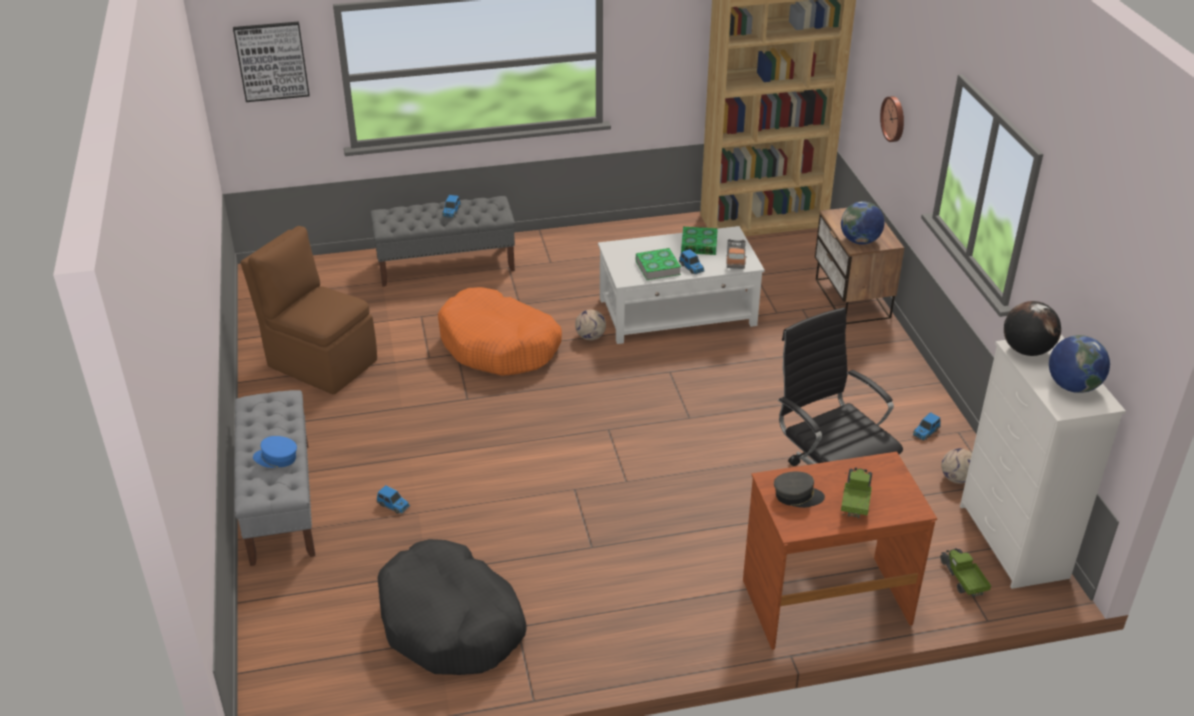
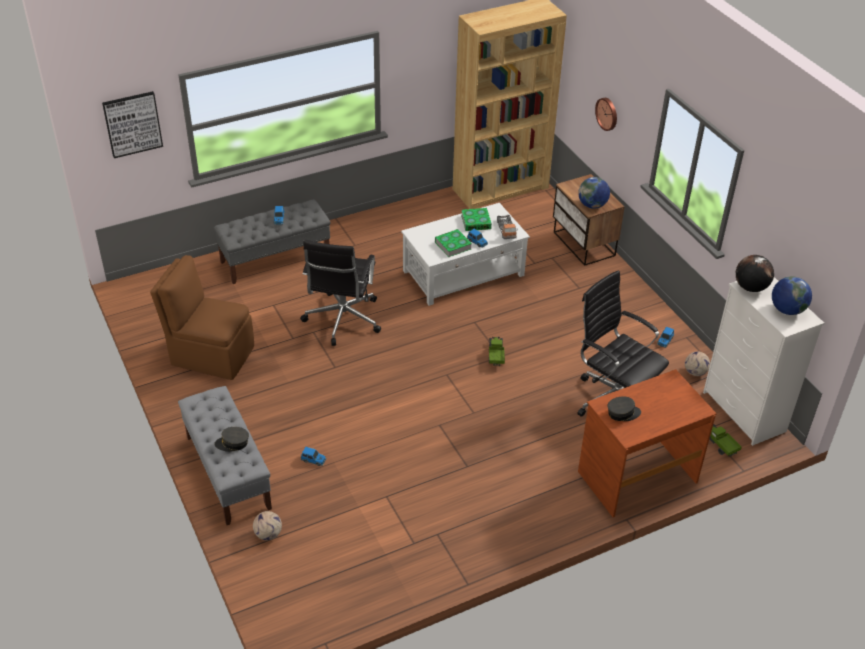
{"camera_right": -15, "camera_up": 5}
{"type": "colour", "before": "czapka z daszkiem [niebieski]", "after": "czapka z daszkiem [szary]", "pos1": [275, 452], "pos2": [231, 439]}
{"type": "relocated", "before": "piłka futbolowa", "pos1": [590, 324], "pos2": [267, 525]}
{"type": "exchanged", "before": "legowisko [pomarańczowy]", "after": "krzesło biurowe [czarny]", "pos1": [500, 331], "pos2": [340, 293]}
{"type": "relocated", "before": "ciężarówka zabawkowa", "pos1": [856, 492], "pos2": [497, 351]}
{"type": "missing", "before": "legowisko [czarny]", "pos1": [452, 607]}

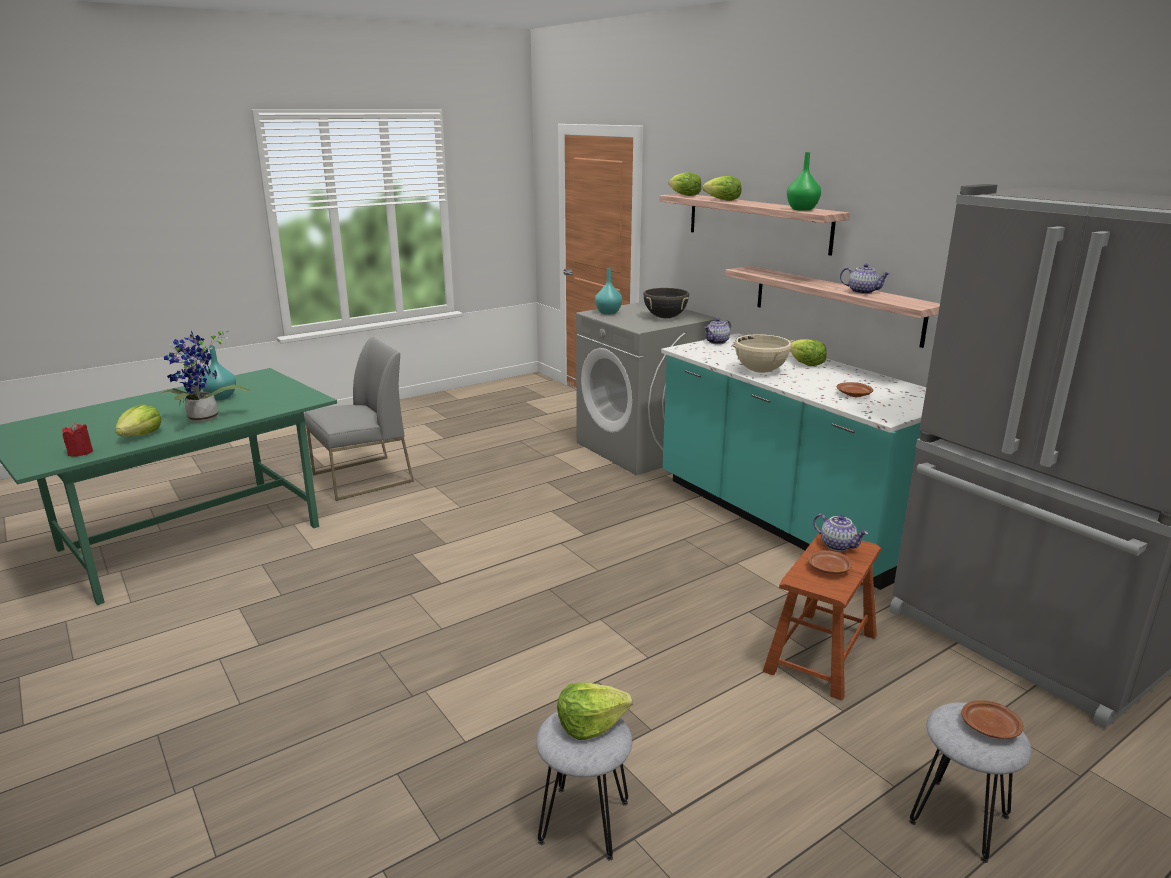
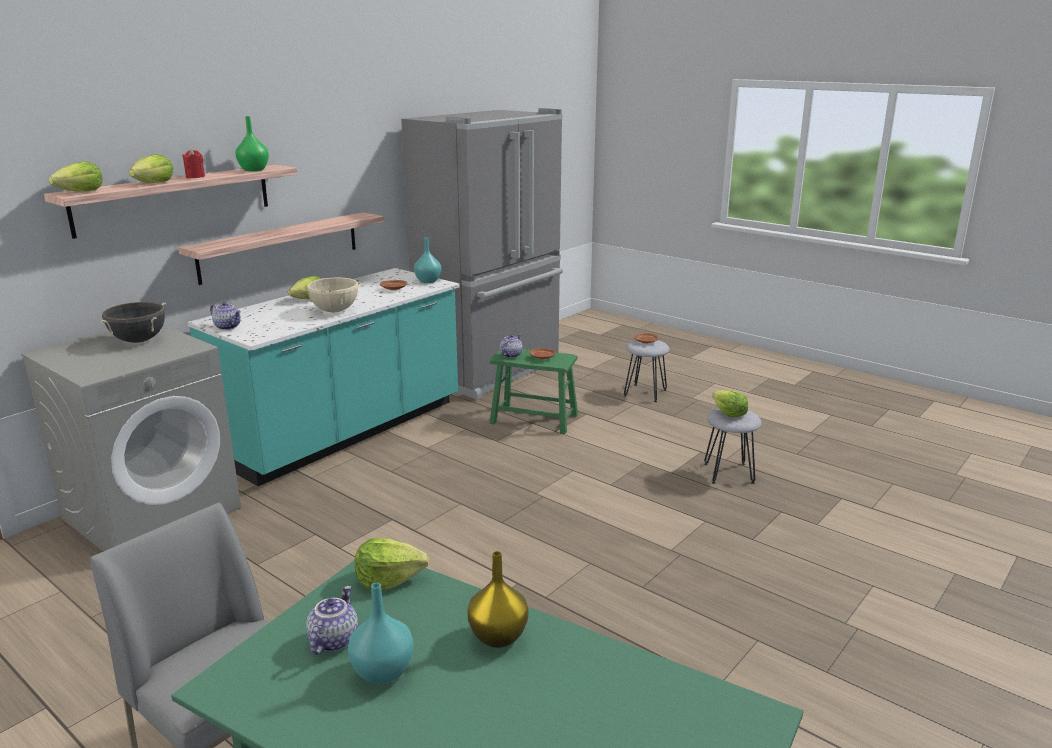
{"camera_right": -105, "camera_up": 0}
{"type": "relocated", "before": "świeca [czerwony]", "pos1": [77, 439], "pos2": [193, 163]}
{"type": "relocated", "before": "imbryk", "pos1": [865, 279], "pos2": [332, 620]}
{"type": "relocated", "before": "sałata", "pos1": [138, 420], "pos2": [392, 564]}
{"type": "relocated", "before": "wazon [turkusowy]", "pos1": [608, 291], "pos2": [427, 260]}
{"type": "exchanged", "before": "roślina doniczkowa", "after": "wazon [żółty]", "pos1": [204, 376], "pos2": [498, 599]}
{"type": "colour", "before": "stołek [brązowy]", "after": "stołek [zielony]", "pos1": [822, 616], "pos2": [533, 391]}

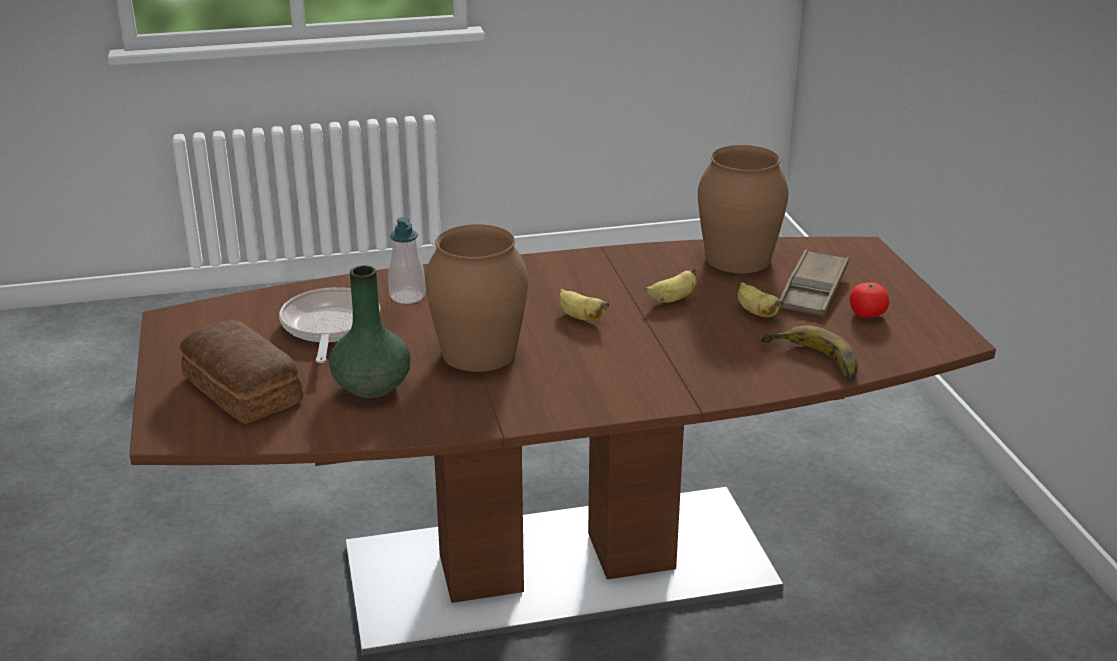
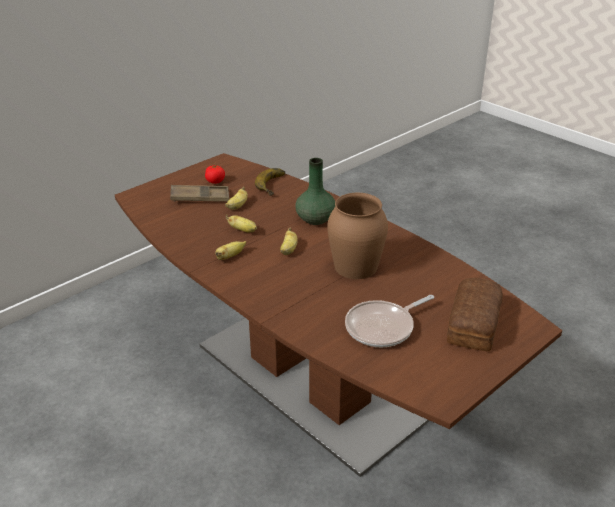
{"camera_right": -120, "camera_up": 5}
{"type": "appeared", "after": "banan", "pos2": [230, 250]}
{"type": "relocated", "before": "wazon [zielony]", "pos1": [370, 332], "pos2": [315, 191]}
{"type": "missing", "before": "dozownik mydła", "pos1": [407, 260]}
{"type": "missing", "before": "wazon [brązowy]", "pos1": [743, 209]}

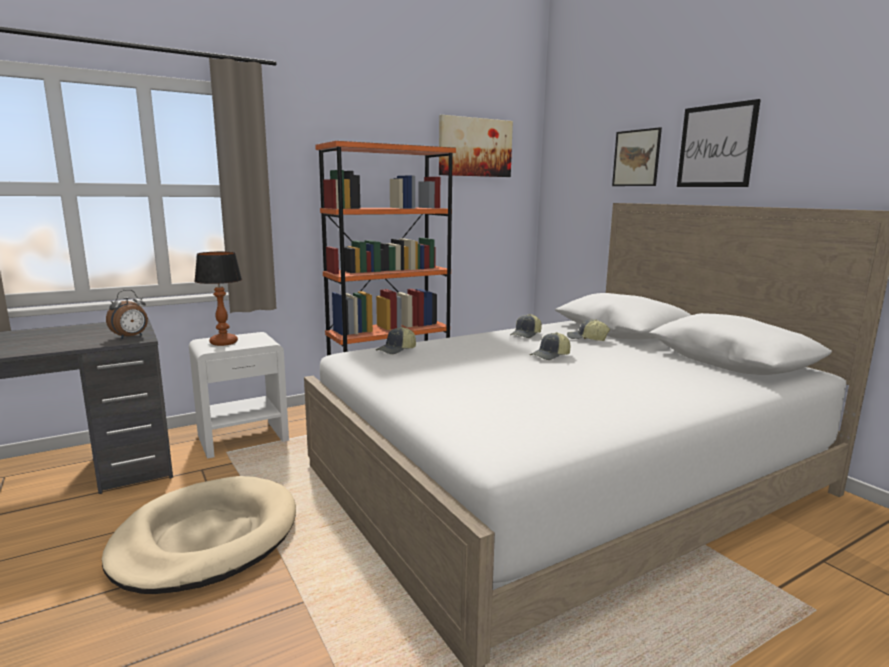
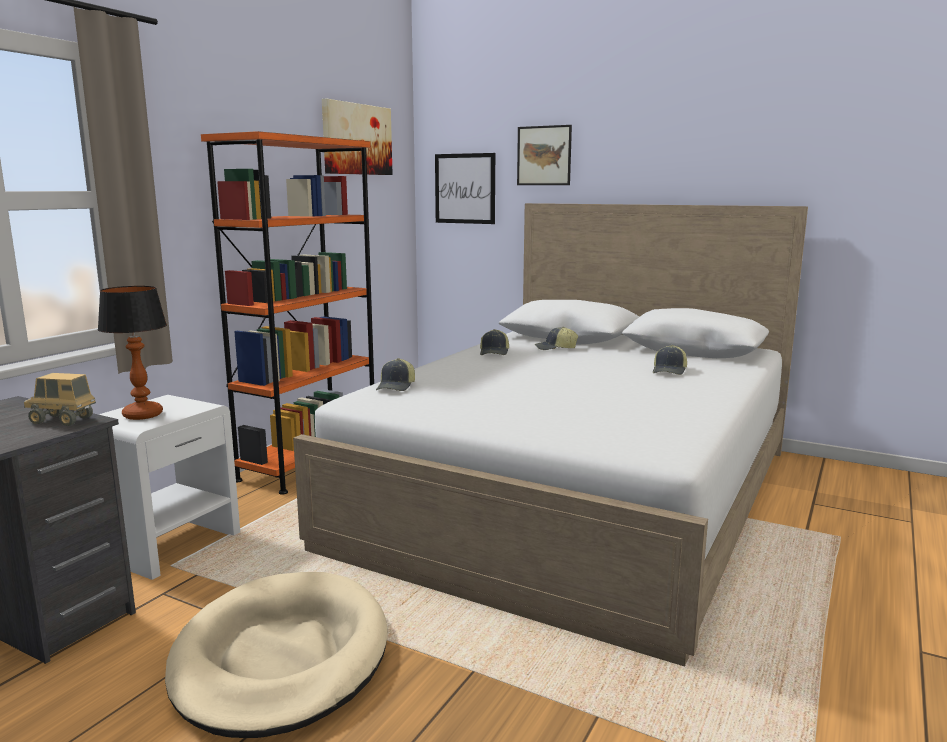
{"camera_right": -30, "camera_up": 0}
{"type": "exchanged", "before": "budzik", "after": "ciężarówka zabawkowa", "pos1": [127, 314], "pos2": [60, 399]}
{"type": "relocated", "before": "obraz", "pos1": [719, 143], "pos2": [465, 188]}
{"type": "relocated", "before": "czapka z daszkiem", "pos1": [550, 346], "pos2": [670, 360]}

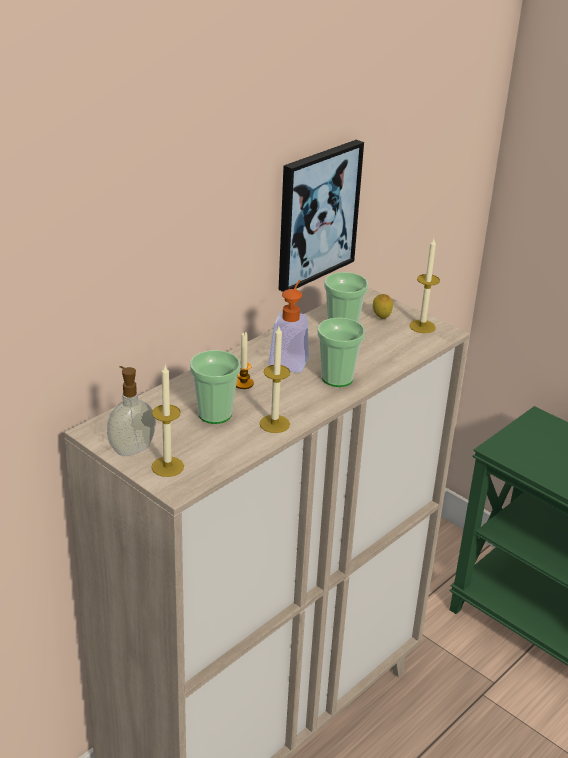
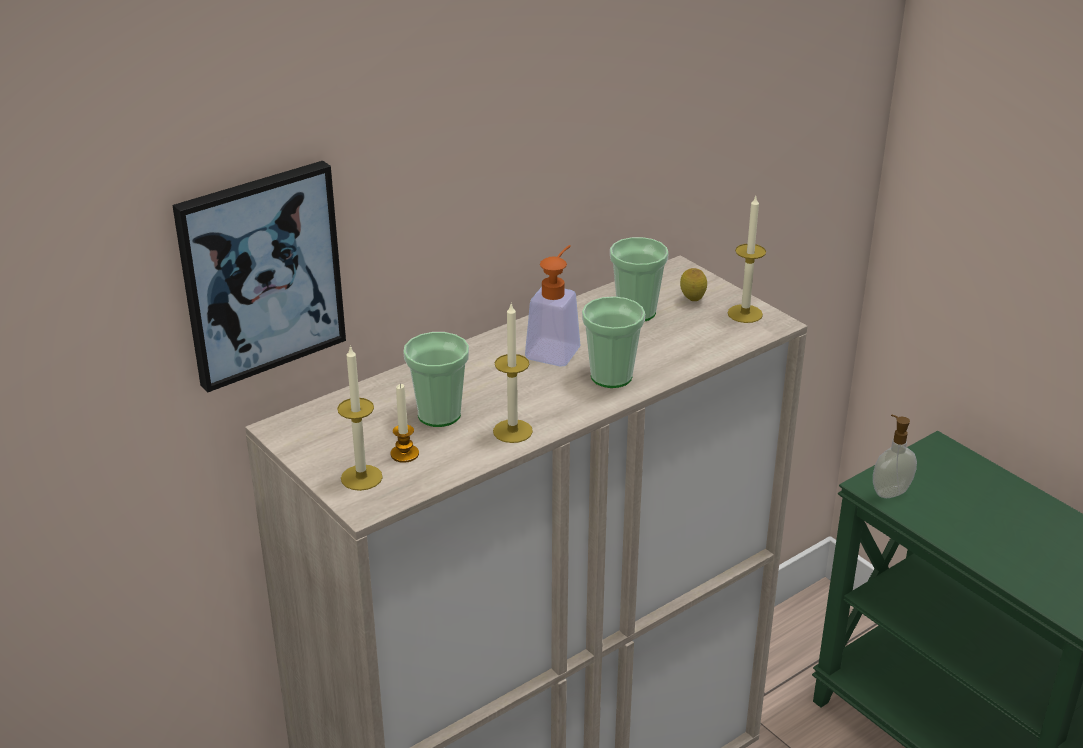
{"camera_right": 10, "camera_up": 0}
{"type": "relocated", "before": "obraz", "pos1": [321, 216], "pos2": [259, 276]}
{"type": "relocated", "before": "świeca", "pos1": [245, 360], "pos2": [404, 423]}
{"type": "relocated", "before": "dozownik mydła", "pos1": [131, 411], "pos2": [895, 456]}

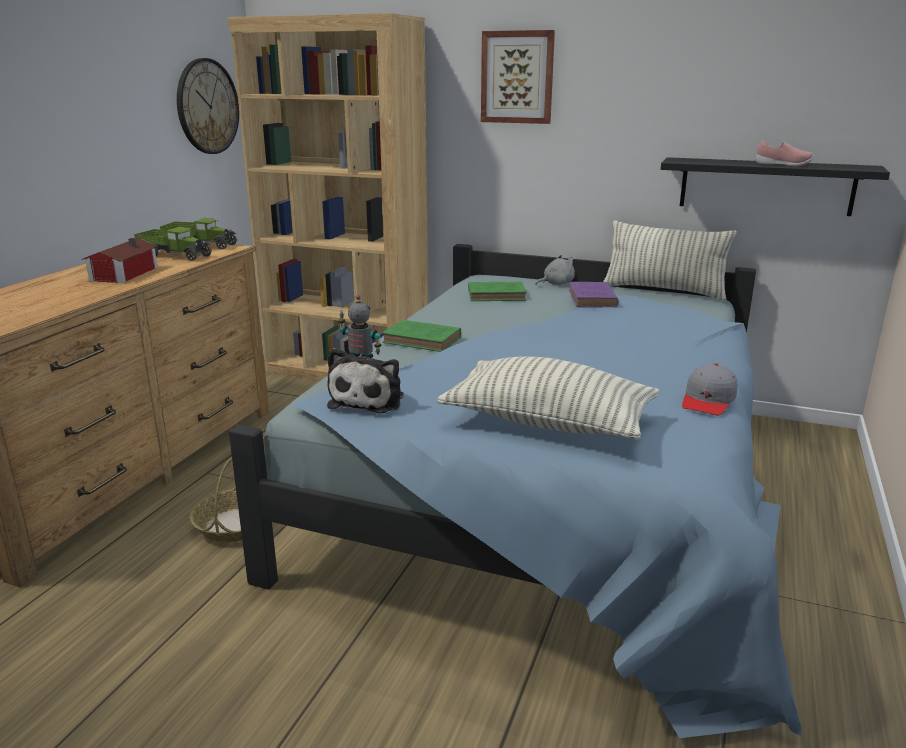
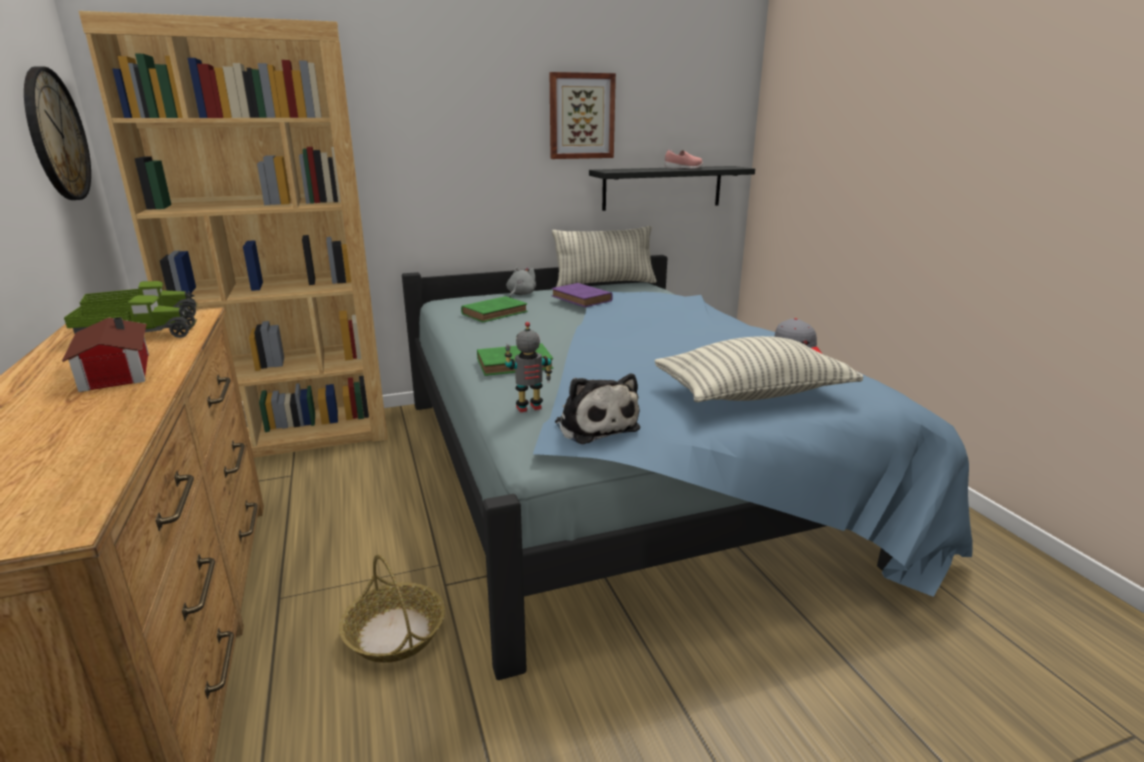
{"camera_right": -40, "camera_up": 0}
{"type": "relocated", "before": "obraz", "pos1": [518, 77], "pos2": [583, 115]}

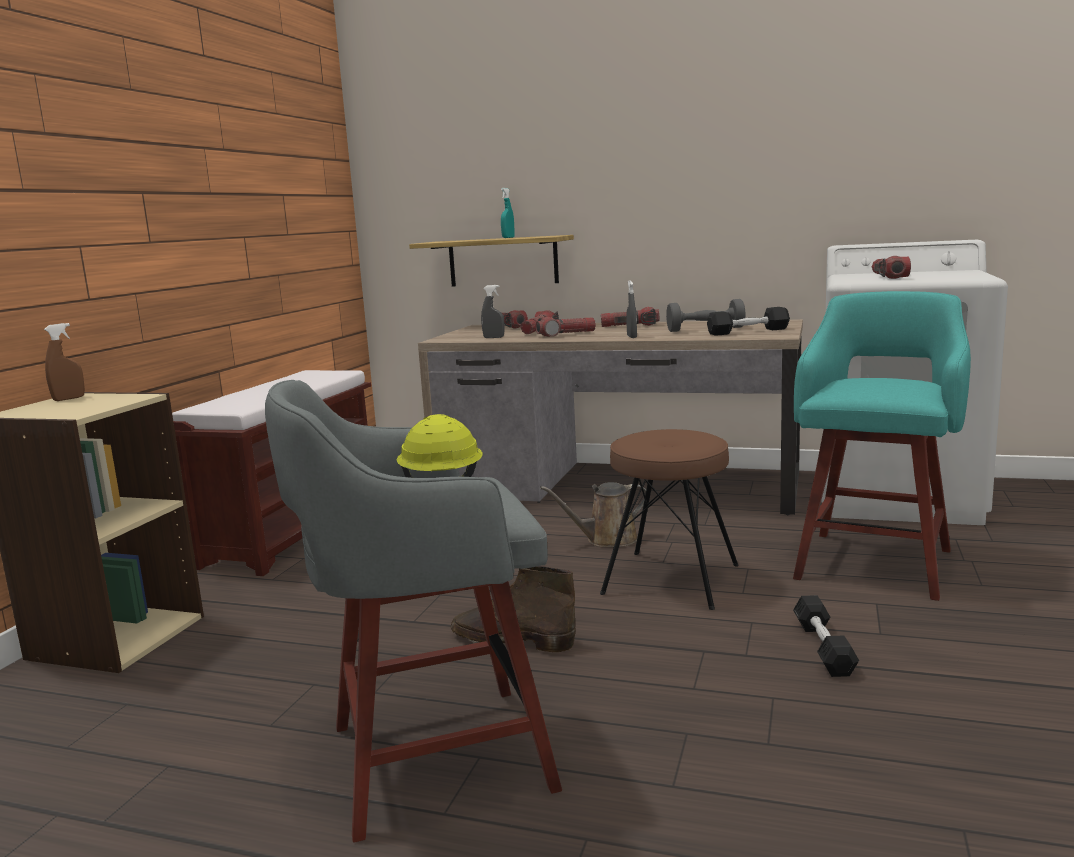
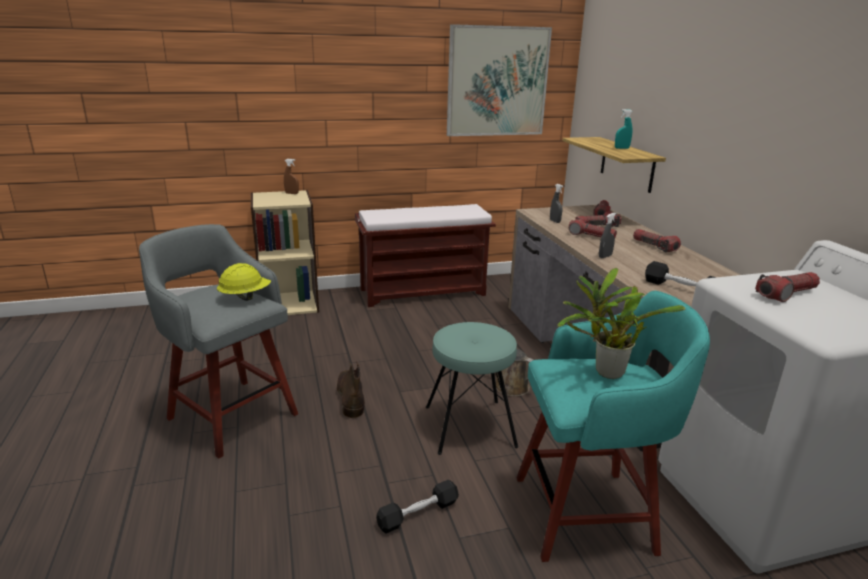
{"camera_right": 55, "camera_up": 10}
{"type": "colour", "before": "stołek [brązowy]", "after": "stołek [turkusowy]", "pos1": [669, 519], "pos2": [472, 388]}
{"type": "appeared", "after": "obraz", "pos2": [499, 80]}
{"type": "appeared", "after": "roślina doniczkowa", "pos2": [621, 323]}
{"type": "missing", "before": "hantel [szary]", "pos1": [706, 315]}

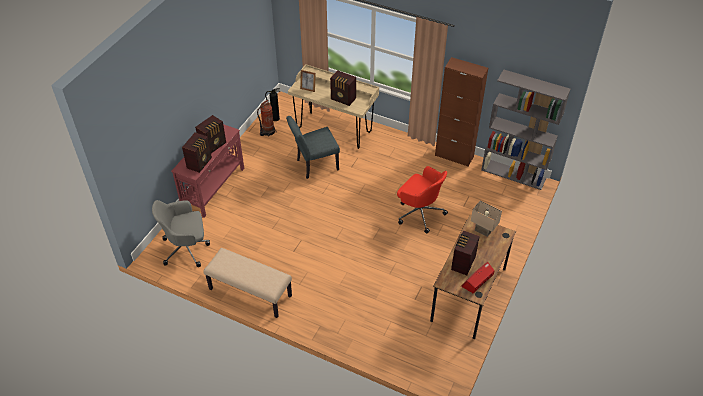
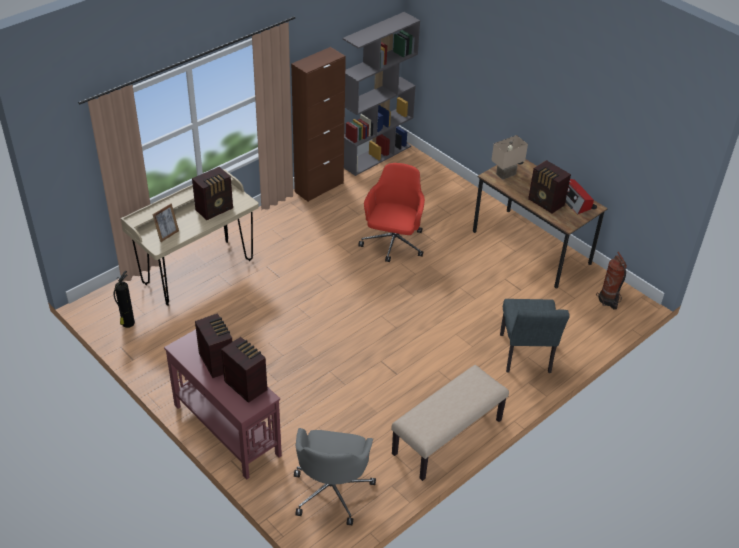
{"camera_right": -70, "camera_up": -5}
{"type": "spun", "before": "krzesło biurowe [czerwony]", "pos1": [422, 199], "pos2": [391, 212], "turn": -45}
{"type": "relocated", "before": "krzesło [szary]", "pos1": [313, 147], "pos2": [535, 336]}
{"type": "relocated", "before": "gaśnica", "pos1": [267, 118], "pos2": [611, 281]}

